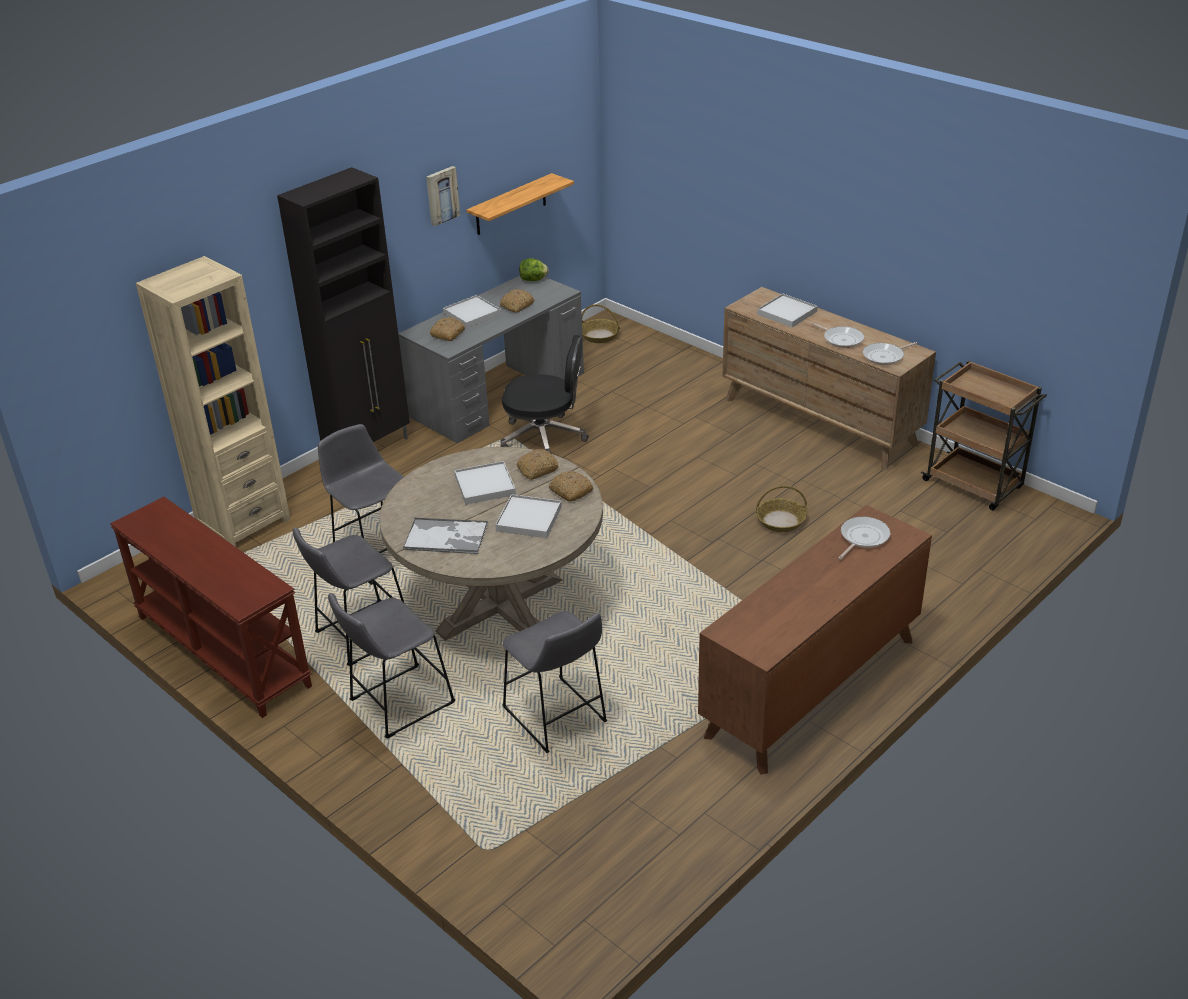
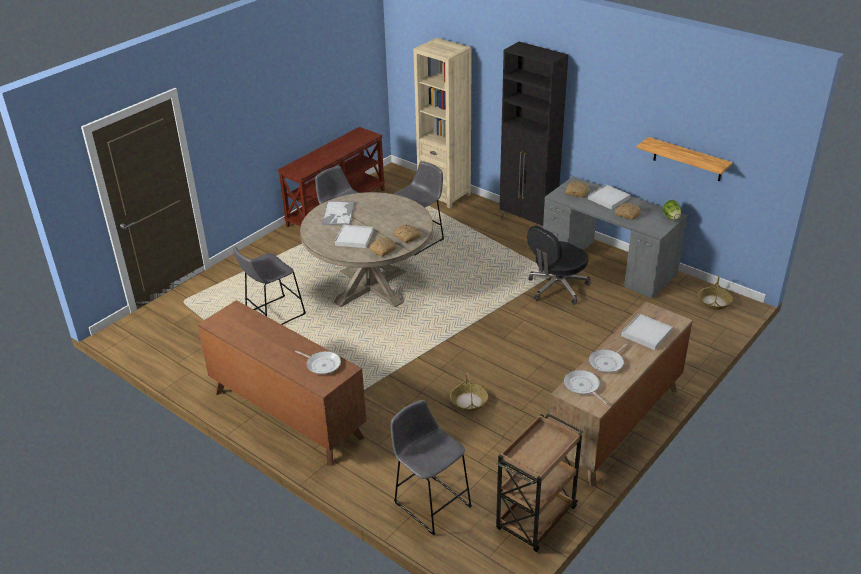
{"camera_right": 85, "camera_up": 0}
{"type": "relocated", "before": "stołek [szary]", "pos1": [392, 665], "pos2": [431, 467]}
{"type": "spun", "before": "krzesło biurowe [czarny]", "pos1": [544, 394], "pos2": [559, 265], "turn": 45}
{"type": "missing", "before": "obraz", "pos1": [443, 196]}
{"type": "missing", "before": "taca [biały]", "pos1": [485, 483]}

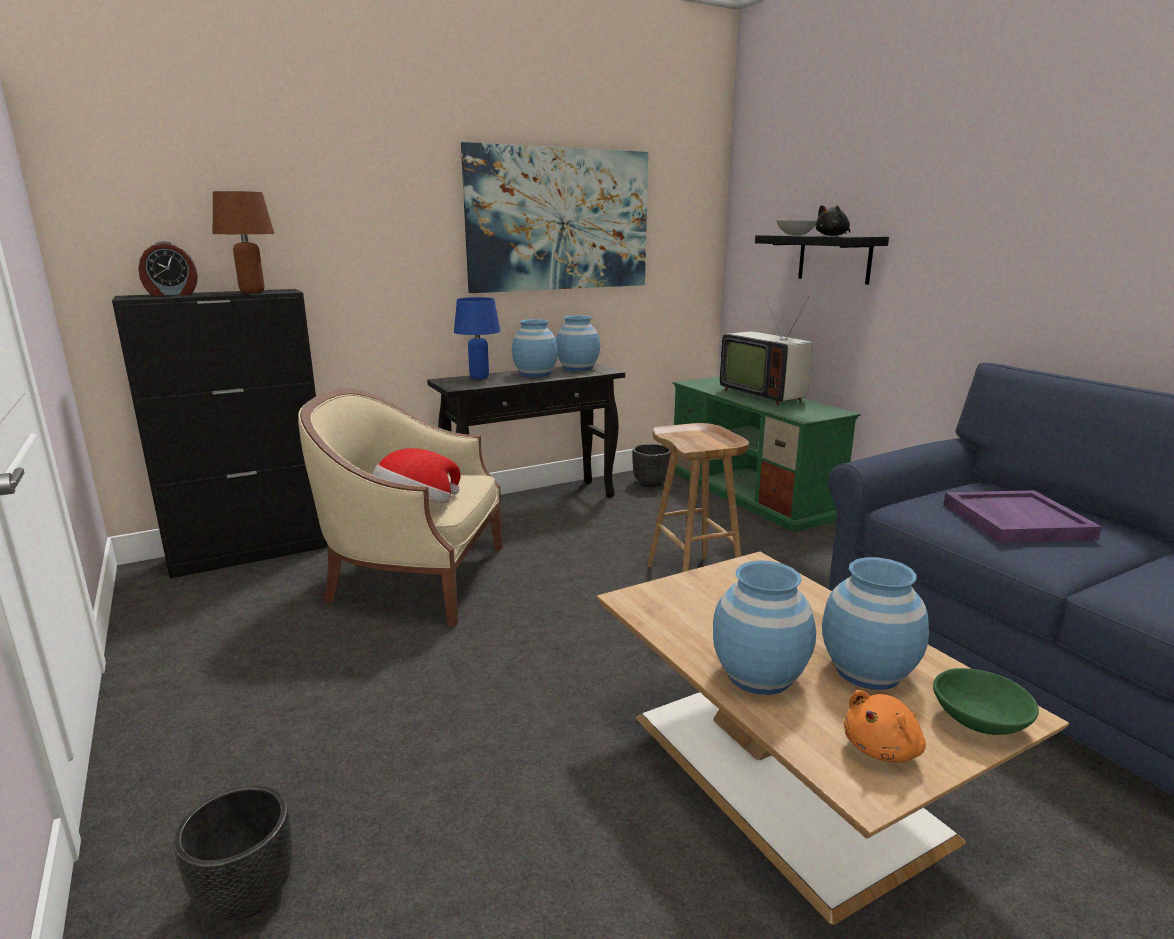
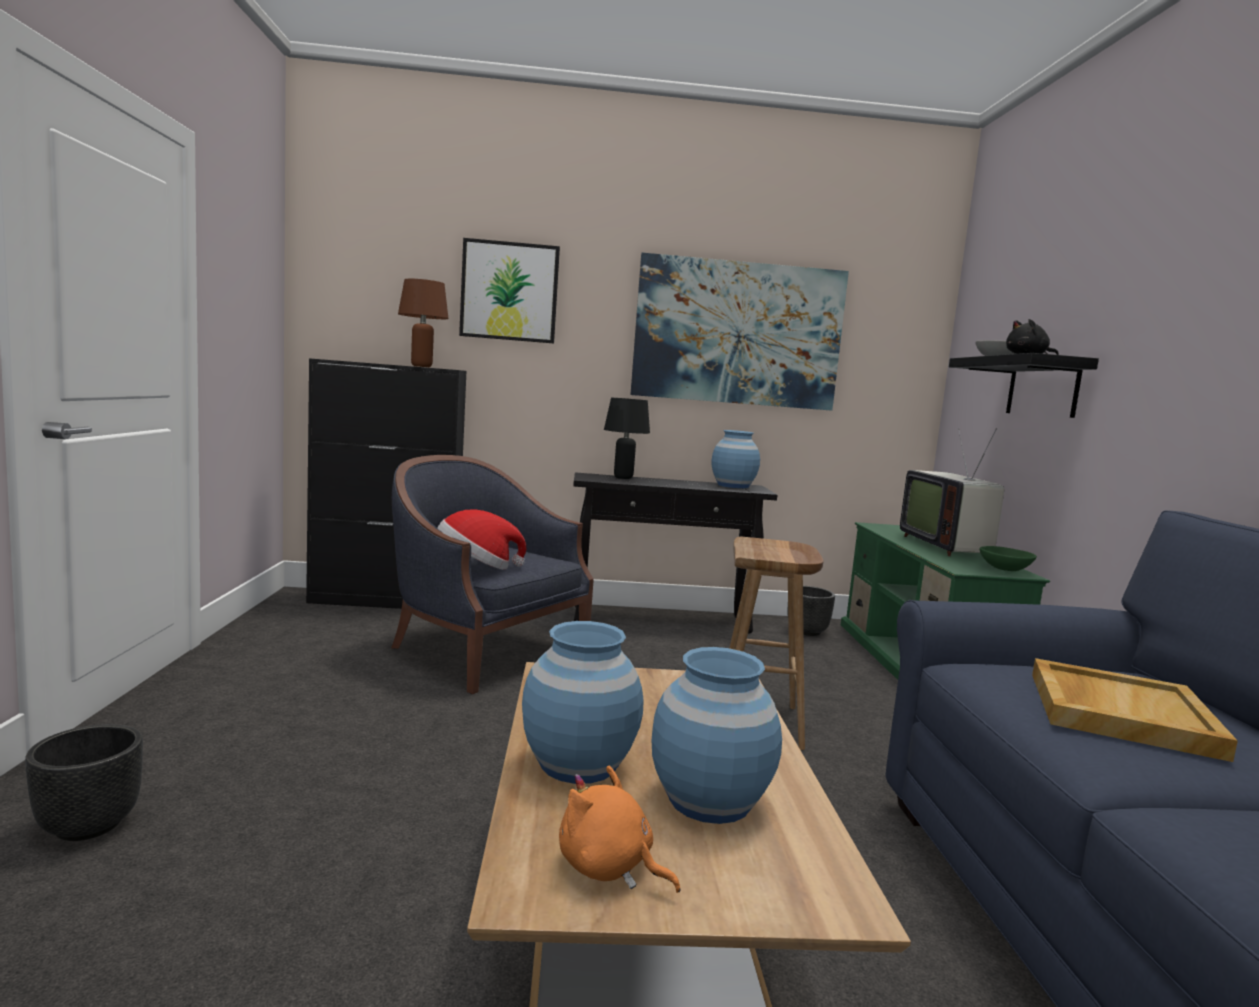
{"camera_right": 25, "camera_up": -10}
{"type": "colour", "before": "fotel [beżowy]", "after": "fotel [niebieski]", "pos1": [400, 507], "pos2": [492, 574]}
{"type": "appeared", "after": "obraz", "pos2": [509, 290]}
{"type": "spun", "before": "pluszak [pomarańczowy]", "pos1": [885, 726], "pos2": [619, 829], "turn": 45}
{"type": "colour", "before": "lampa stołowa [niebieski]", "after": "lampa stołowa [czarny]", "pos1": [477, 338], "pos2": [627, 438]}
{"type": "relocated", "before": "miska [zielony]", "pos1": [986, 701], "pos2": [1008, 558]}
{"type": "colour", "before": "taca [fioletowy]", "after": "taca [beżowy]", "pos1": [1022, 516], "pos2": [1135, 710]}
{"type": "missing", "before": "budzik", "pos1": [168, 268]}
{"type": "missing", "before": "wazon [niebieski]", "pos1": [535, 348]}

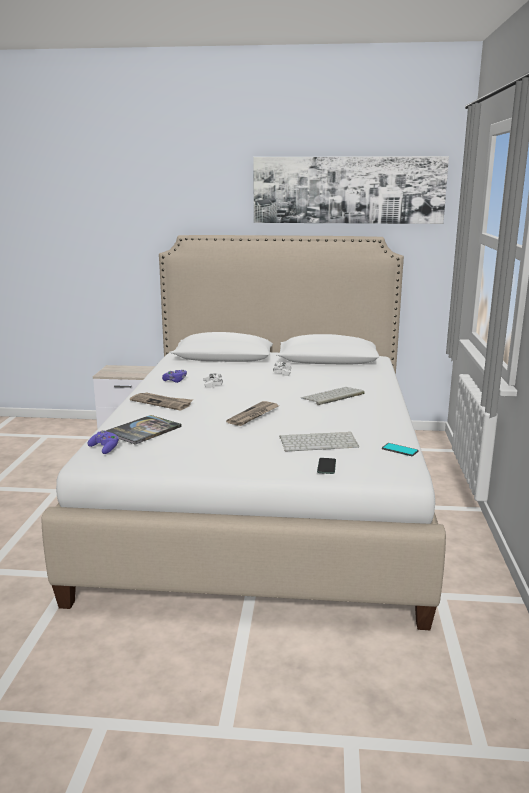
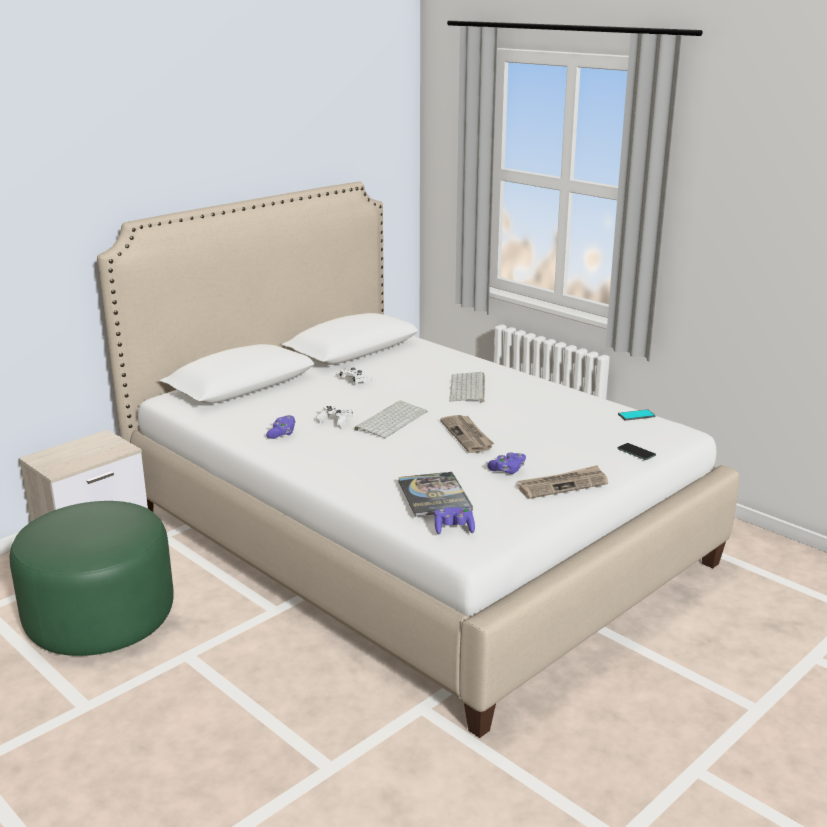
{"camera_right": -50, "camera_up": 5}
{"type": "appeared", "after": "pufa [zielony]", "pos2": [92, 578]}
{"type": "relocated", "before": "klawiatura", "pos1": [319, 442], "pos2": [390, 419]}
{"type": "appeared", "after": "pad do gier [fioletowy]", "pos2": [506, 463]}
{"type": "relocated", "before": "gazeta", "pos1": [161, 401], "pos2": [562, 482]}
{"type": "missing", "before": "obraz", "pos1": [351, 190]}

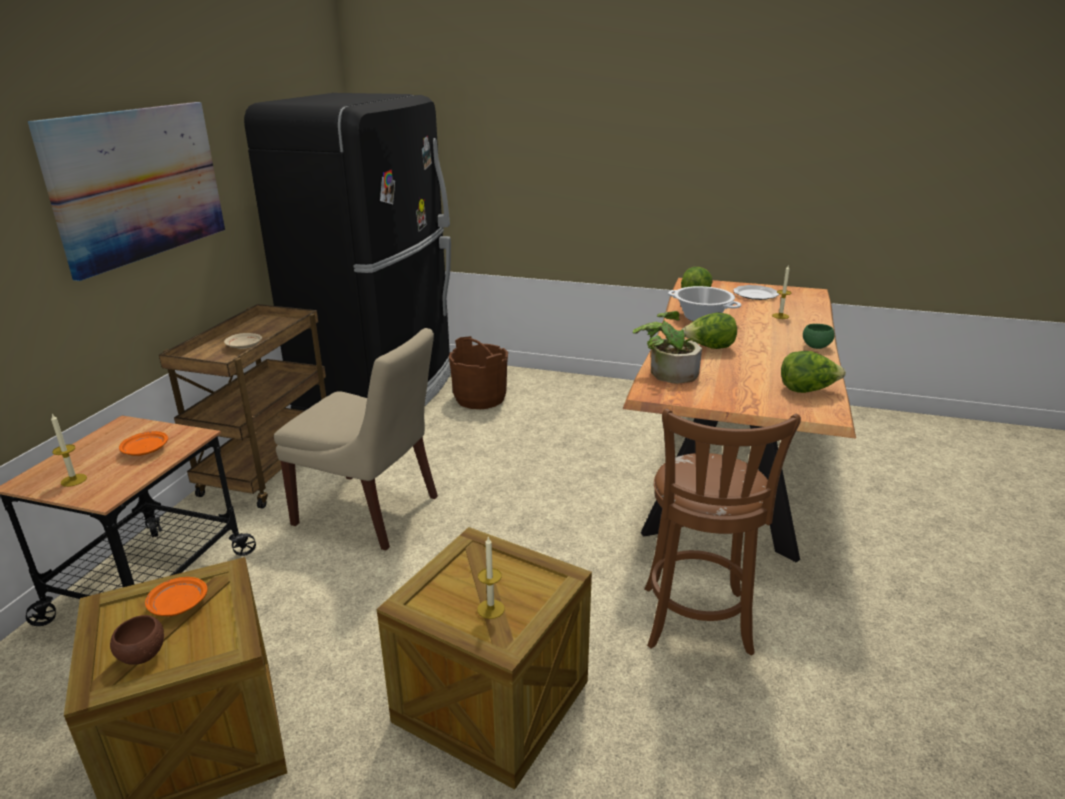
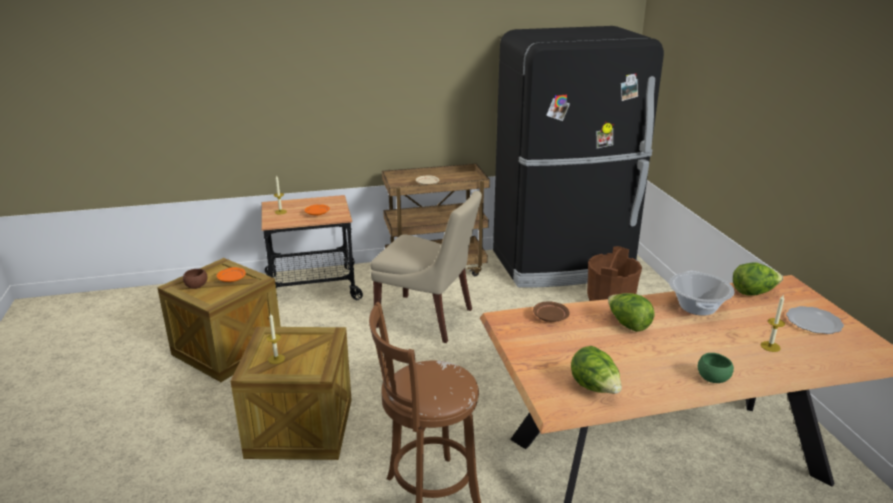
{"camera_right": 60, "camera_up": 0}
{"type": "spun", "before": "krzesło [beżowy]", "pos1": [356, 439], "pos2": [426, 267], "turn": -60}
{"type": "exchanged", "before": "roślina doniczkowa", "after": "talerz [brązowy]", "pos1": [667, 347], "pos2": [551, 311]}
{"type": "missing", "before": "obraz", "pos1": [126, 191]}

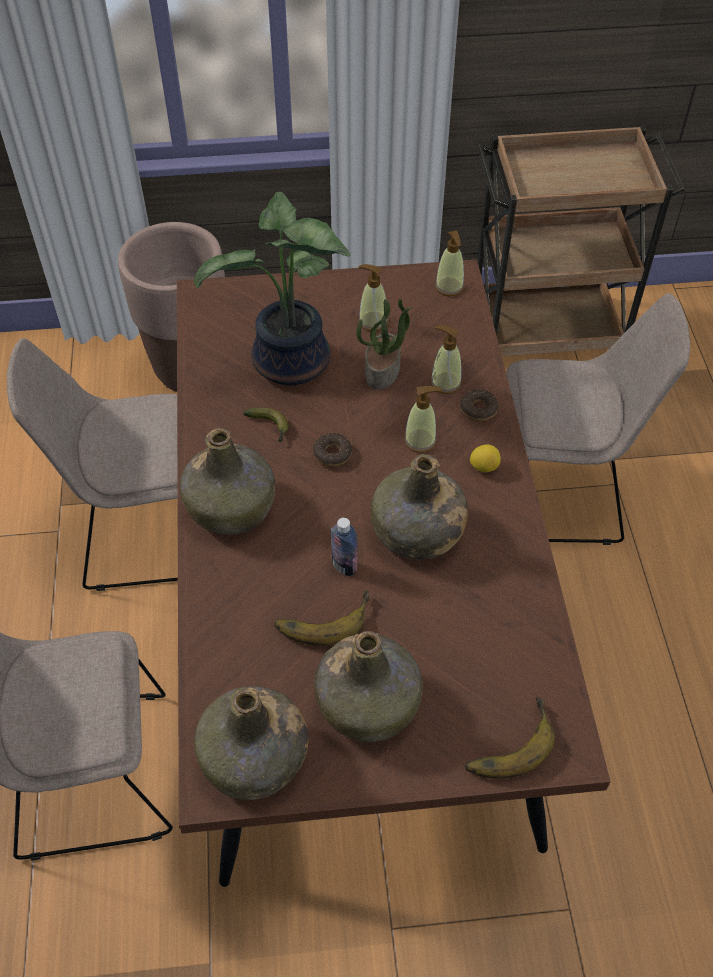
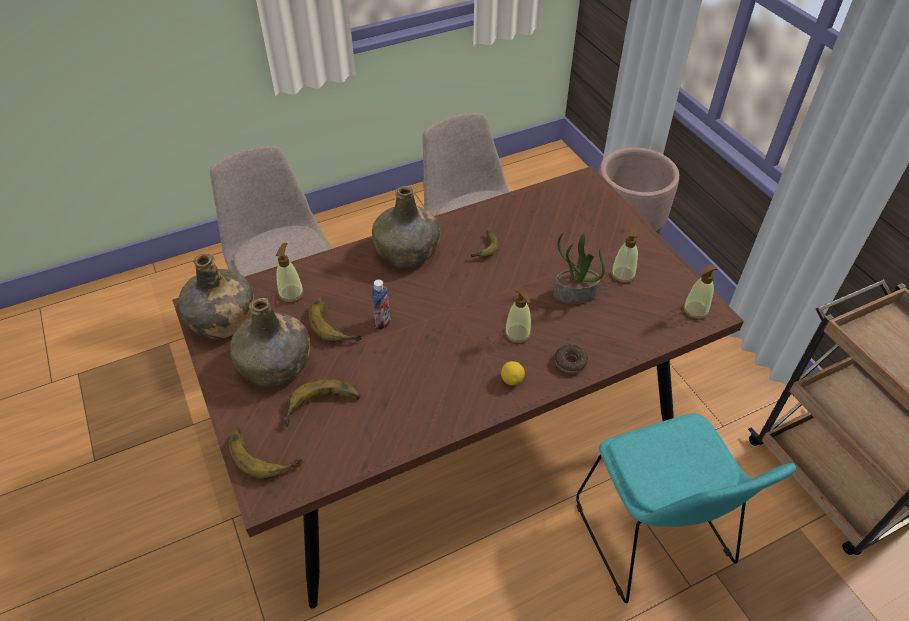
{"camera_right": 70, "camera_up": -5}
{"type": "relocated", "before": "dozownik mydła", "pos1": [446, 359], "pos2": [290, 273]}
{"type": "appeared", "after": "banan", "pos2": [322, 403]}
{"type": "colour", "before": "krzesło [beżowy]", "after": "krzesło [turkusowy]", "pos1": [598, 419], "pos2": [686, 508]}
{"type": "missing", "before": "roślina doniczkowa", "pos1": [272, 288]}
{"type": "missing", "before": "donut", "pos1": [332, 450]}
{"type": "missing", "before": "butelka [zielony]", "pos1": [419, 507]}

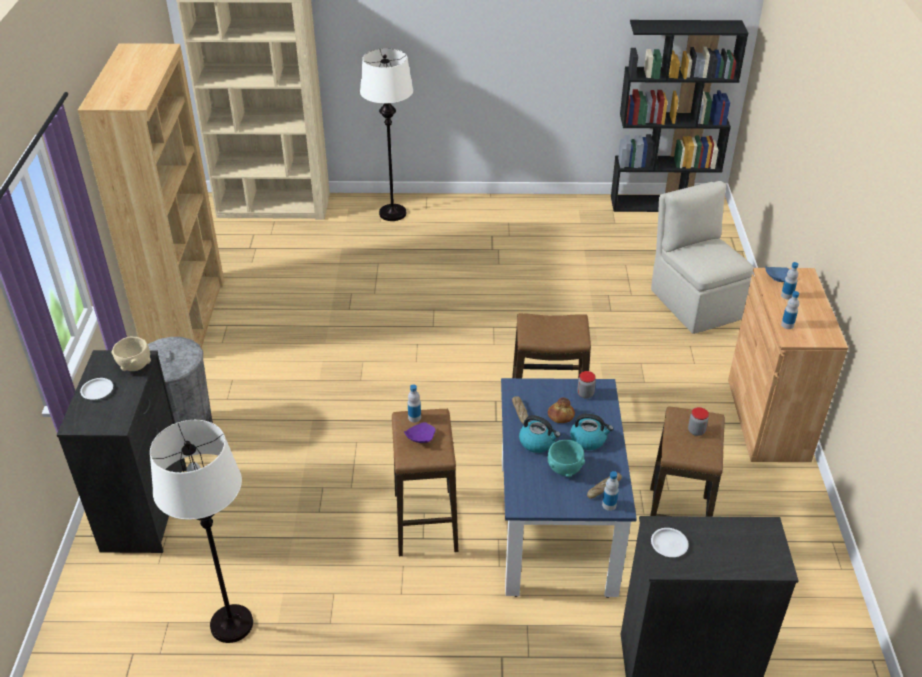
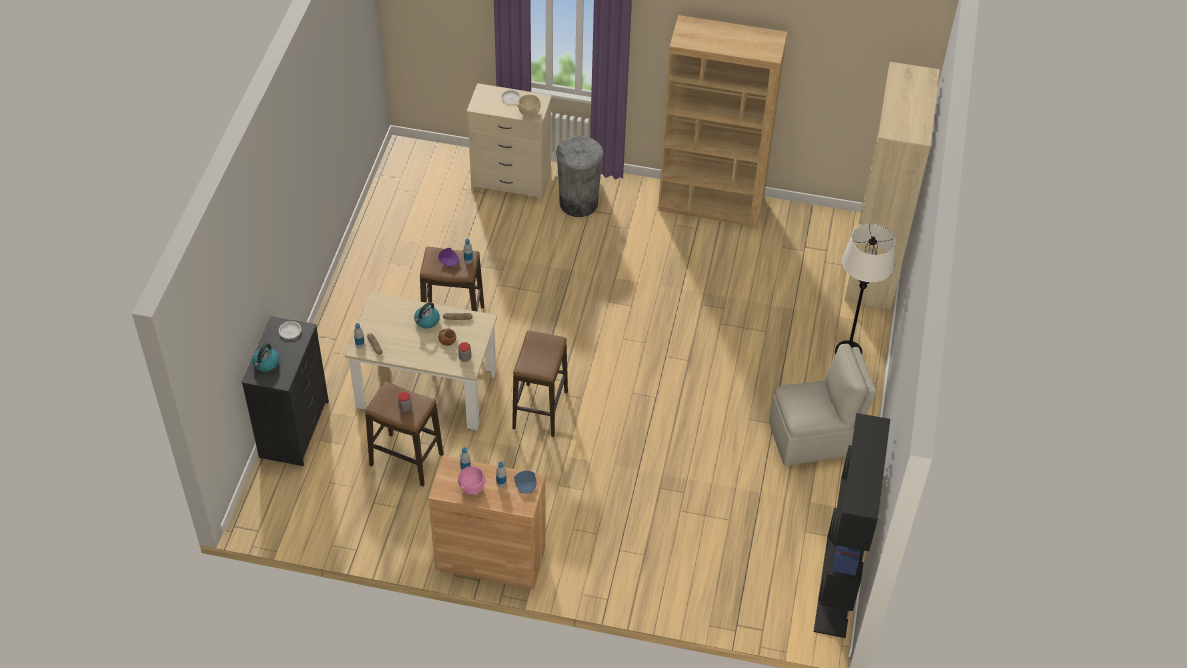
{"camera_right": 100, "camera_up": 10}
{"type": "relocated", "before": "czajnik", "pos1": [592, 431], "pos2": [265, 357]}
{"type": "colour", "before": "stół jadalny [niebieski]", "after": "stół jadalny [beżowy]", "pos1": [569, 488], "pos2": [421, 361]}
{"type": "appeared", "after": "miska [różowy]", "pos2": [472, 480]}
{"type": "colour", "before": "komoda [czarny]", "after": "komoda [beżowy]", "pos1": [122, 451], "pos2": [509, 143]}
{"type": "relocated", "before": "krzesło [beżowy]", "pos1": [702, 257], "pos2": [822, 405]}
{"type": "missing", "before": "lampa stojąca [biały]", "pos1": [201, 531]}
{"type": "missing", "before": "miska [turkusowy]", "pos1": [566, 458]}

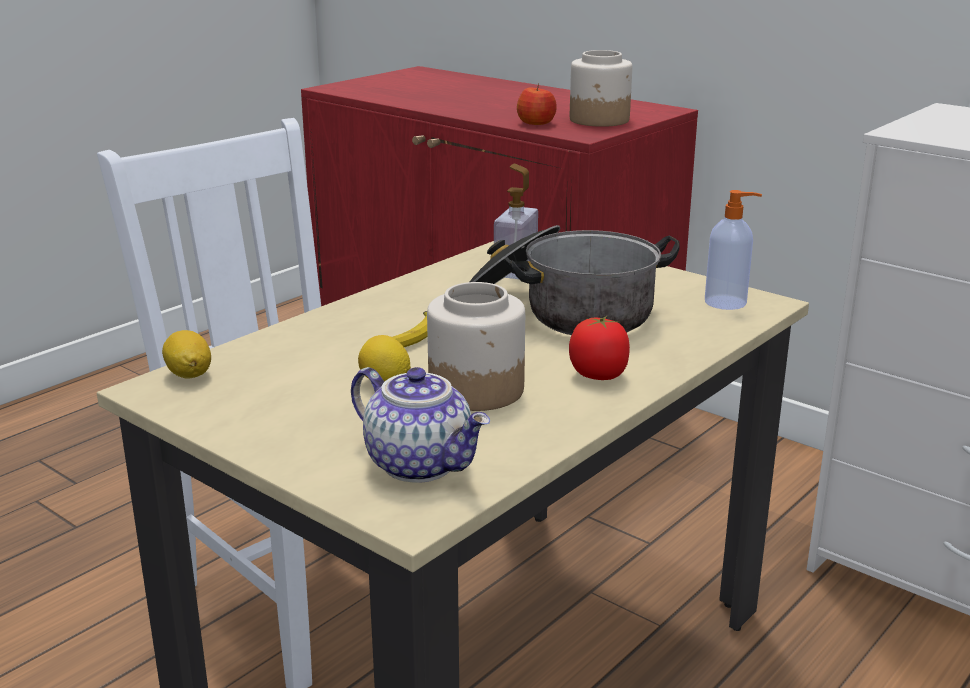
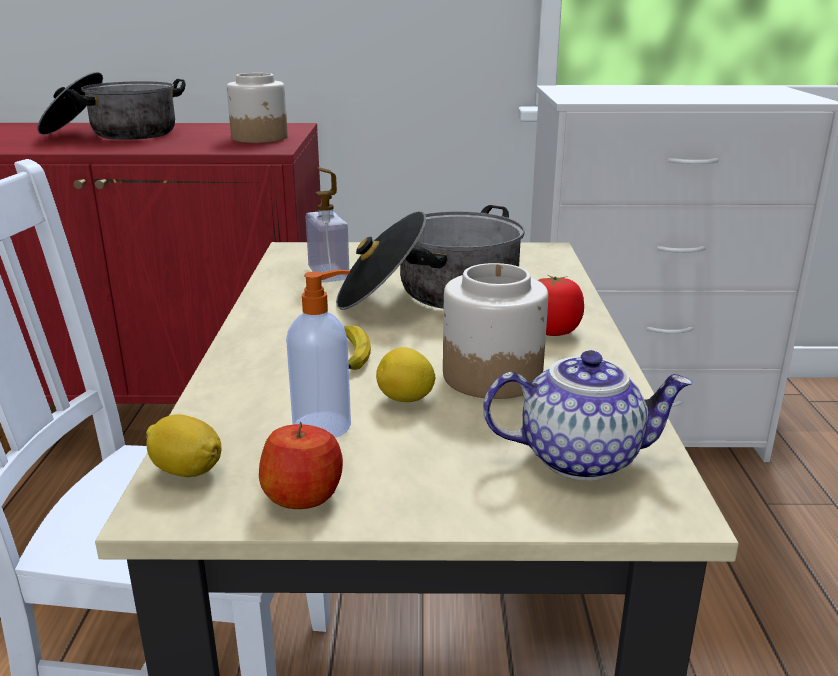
{"camera_right": -40, "camera_up": 0}
{"type": "appeared", "after": "garnek", "pos2": [111, 106]}
{"type": "relocated", "before": "jabłko", "pos1": [537, 104], "pos2": [301, 465]}
{"type": "relocated", "before": "dozownik mydła", "pos1": [733, 250], "pos2": [318, 354]}

